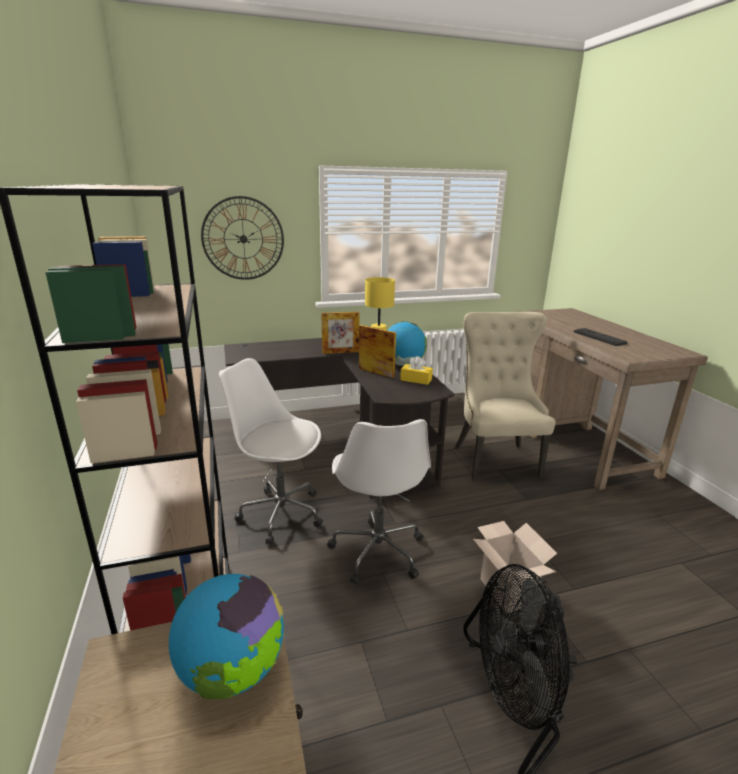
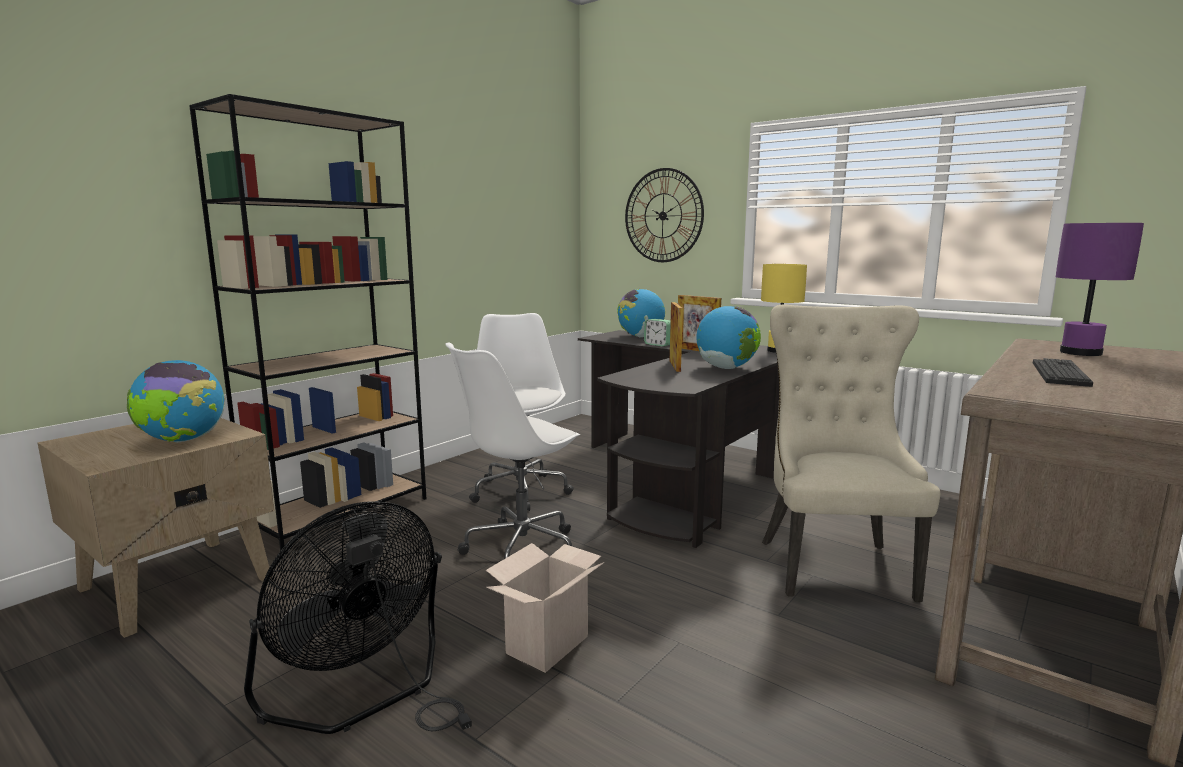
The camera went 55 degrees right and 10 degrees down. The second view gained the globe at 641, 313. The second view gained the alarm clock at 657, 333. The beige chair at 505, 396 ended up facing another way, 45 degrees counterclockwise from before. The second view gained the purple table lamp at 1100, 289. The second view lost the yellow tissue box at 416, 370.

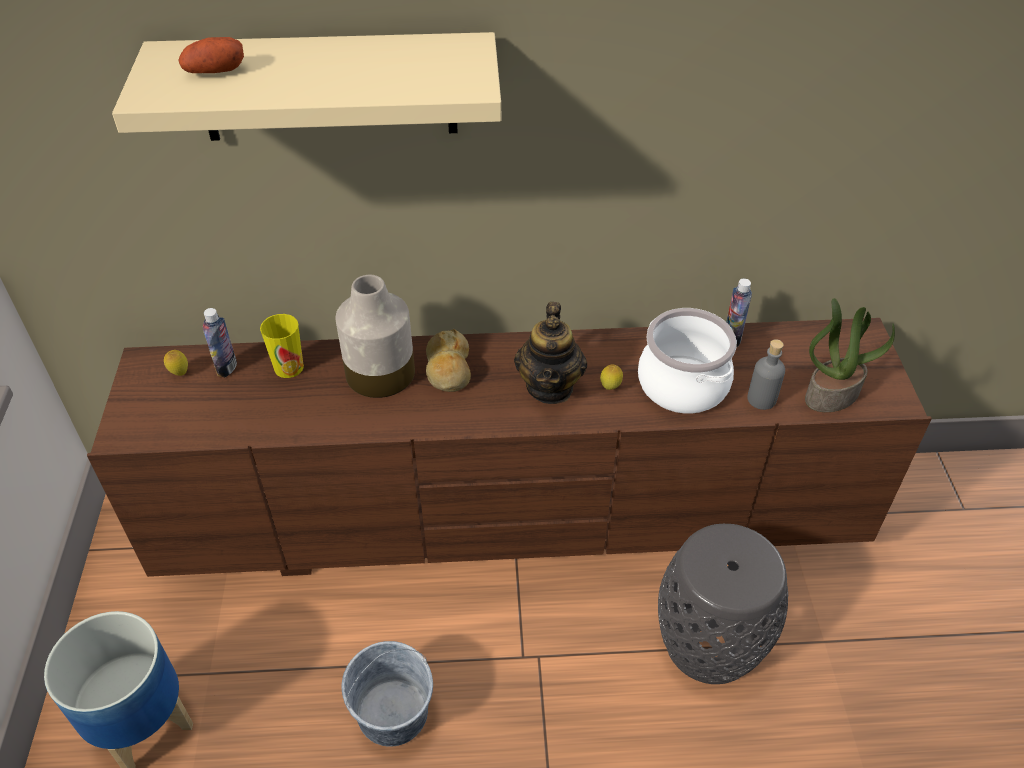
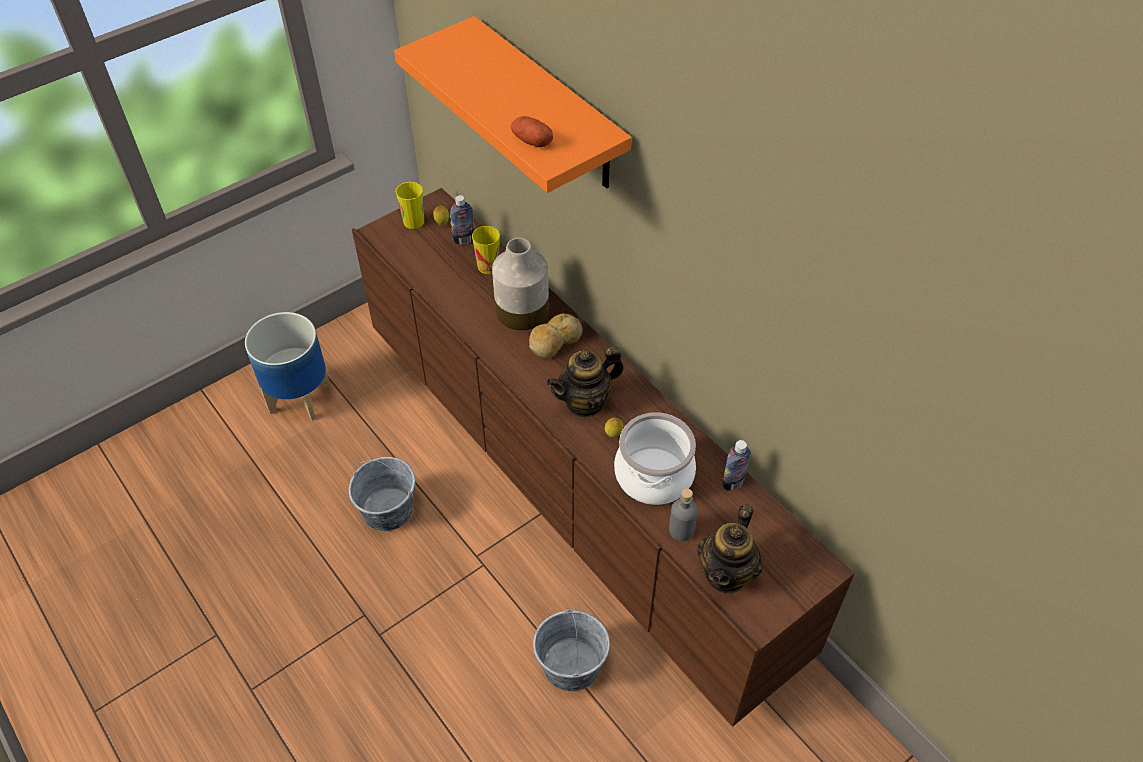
The camera went 55 degrees right and 5 degrees up. What was the beige shelf at 306, 86 turned into the orange shelf at 513, 104. The second view gained the cup at 410, 205. The potato ended up elsewhere, having gone from 211, 55 to 531, 131. Where the grey stool stood at 723, 604, the grey bucket came to stand at 571, 649. Where the potted plant stood at 850, 355, the teapot came to stand at 730, 549.

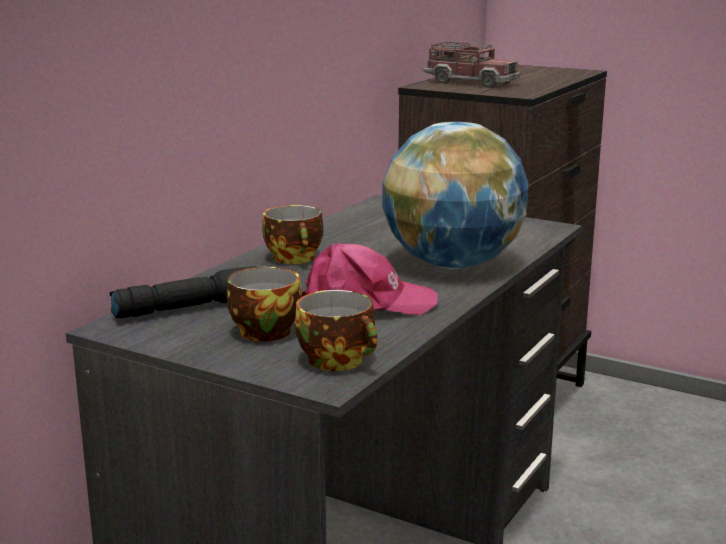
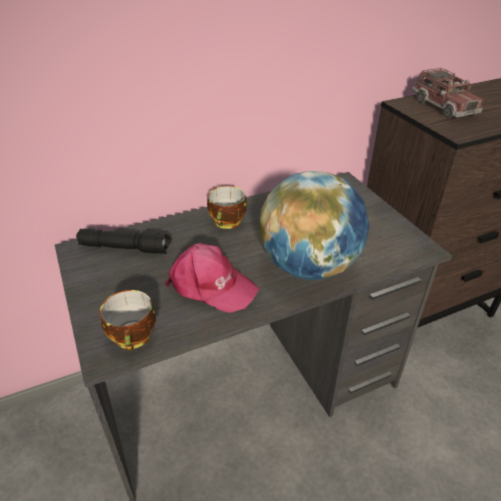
The camera went 35 degrees right and 20 degrees up. The second view lost the cup at 264, 304.

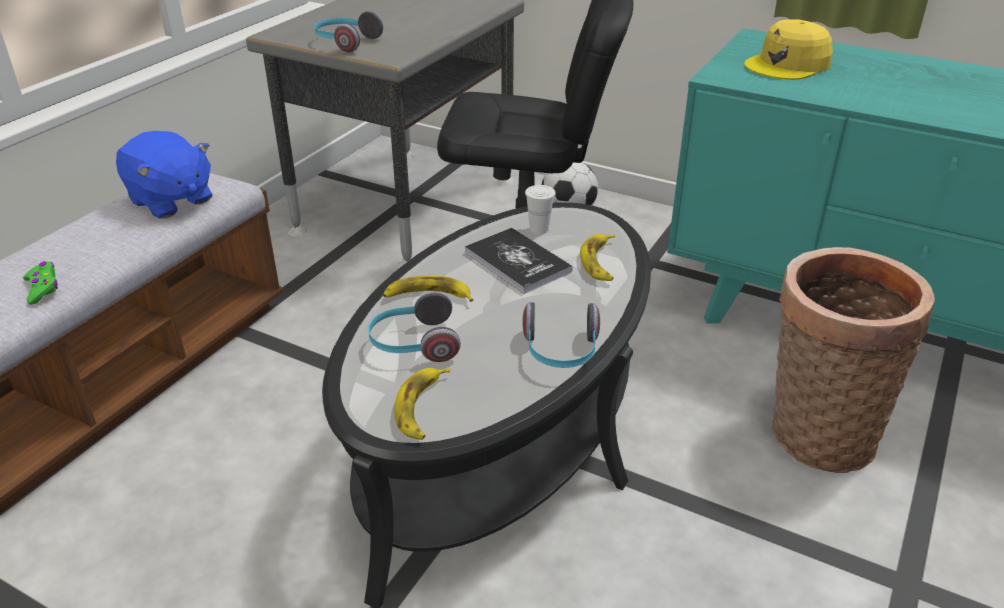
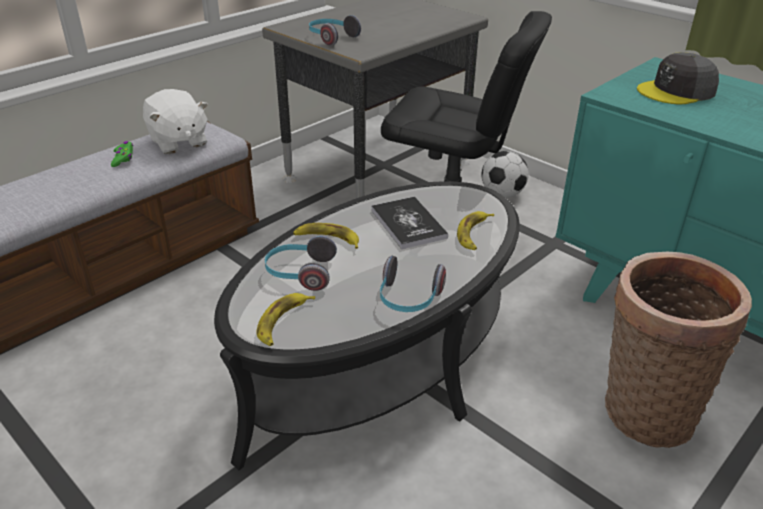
The camera went 15 degrees right and 0 degrees up. The green game controller ended up elsewhere, having gone from 40, 283 to 122, 154. What was the blue plush toy at 164, 175 turned into the white plush toy at 175, 121. What was the yellow cap at 788, 49 turned into the grey cap at 678, 78. The second view lost the white cup at 540, 209.

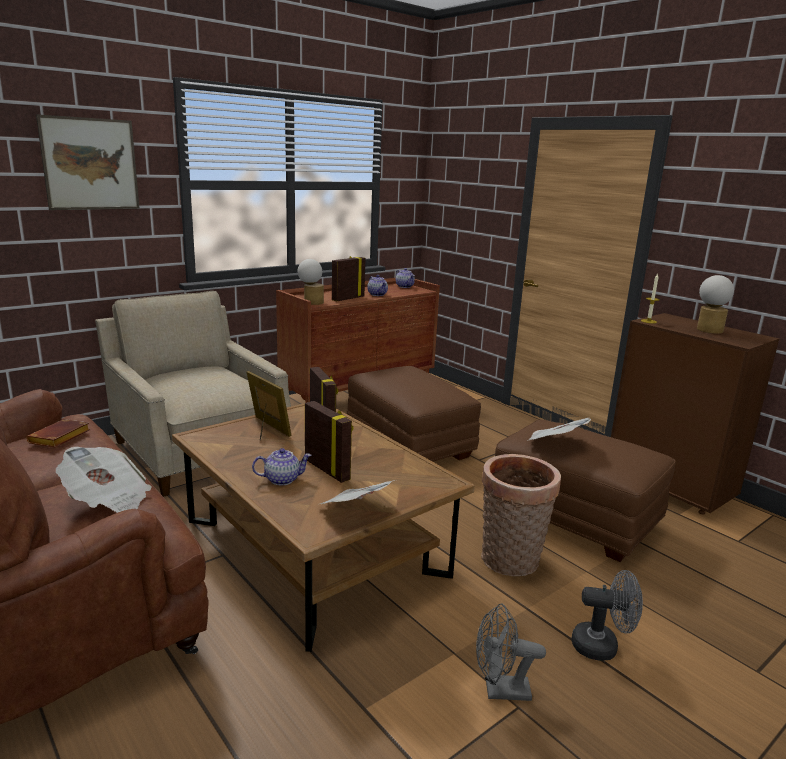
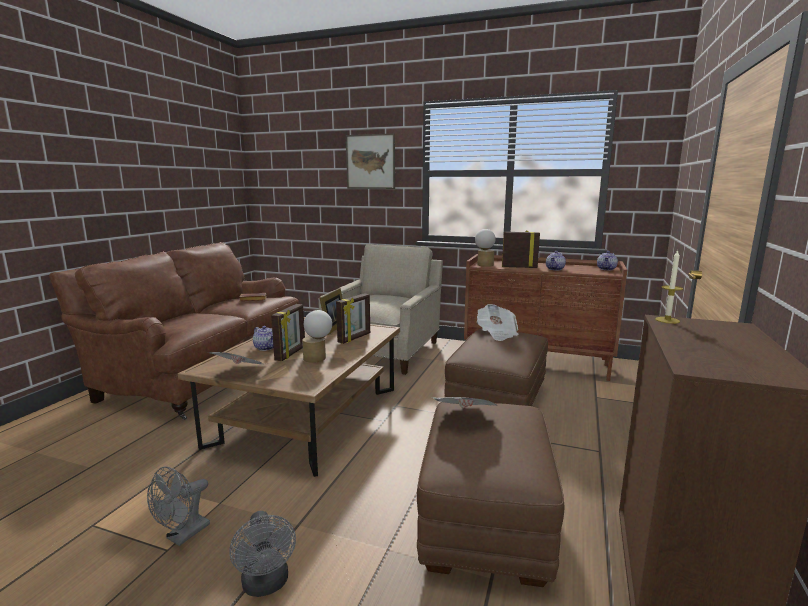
The camera went 60 degrees right and 5 degrees down. The grey fan at 511, 652 ended up facing another way, 120 degrees counterclockwise from before. The table lamp ended up elsewhere, having gone from 715, 304 to 317, 336. The newspaper ended up elsewhere, having gone from 104, 479 to 497, 322. The second view lost the basket at 521, 515.

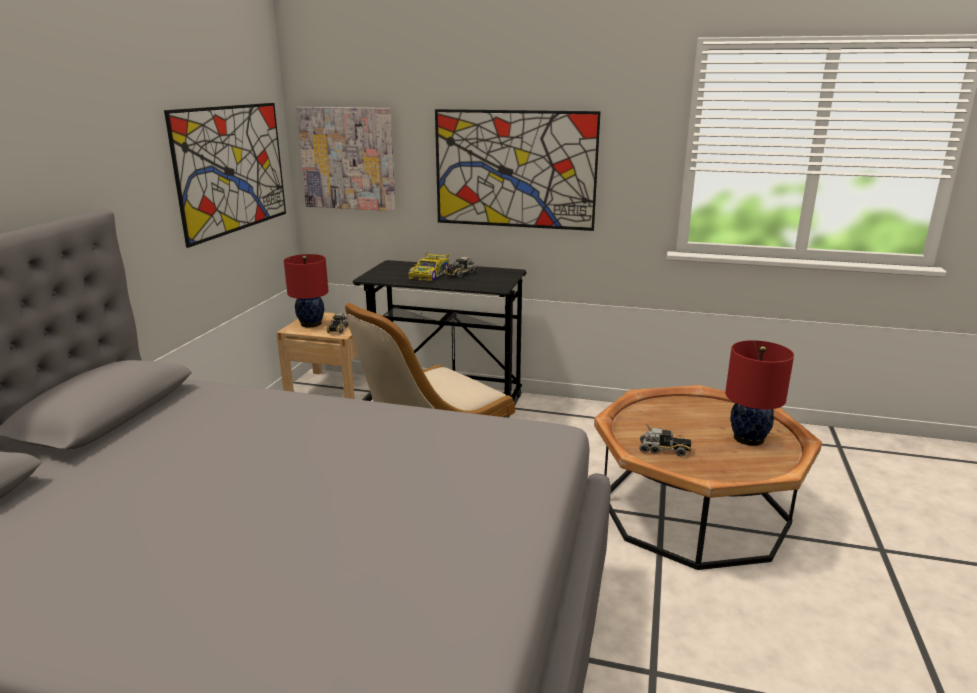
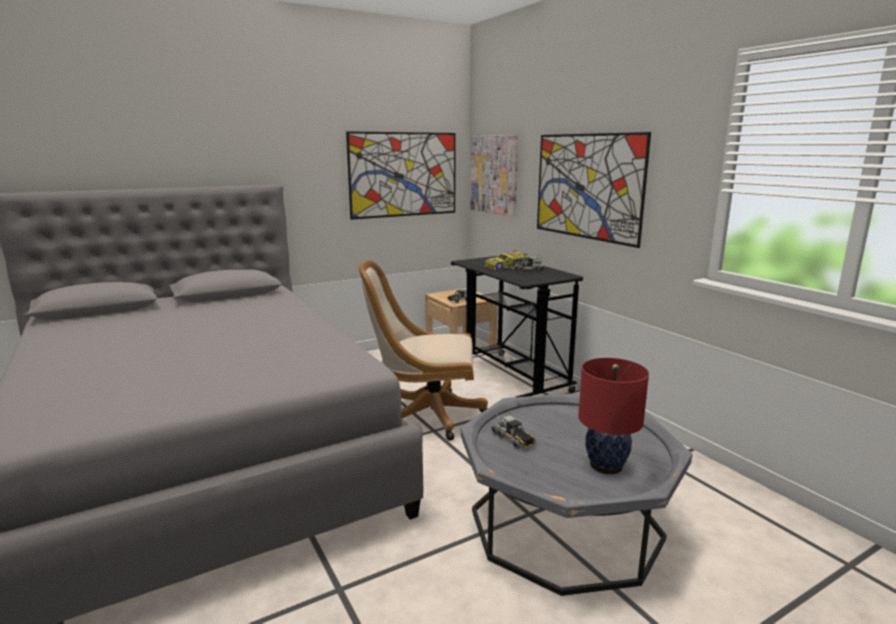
The camera went 45 degrees right and 5 degrees down. What was the brown coffee table at 708, 477 turned into the grey coffee table at 576, 494. The second view lost the red table lamp at 306, 290.

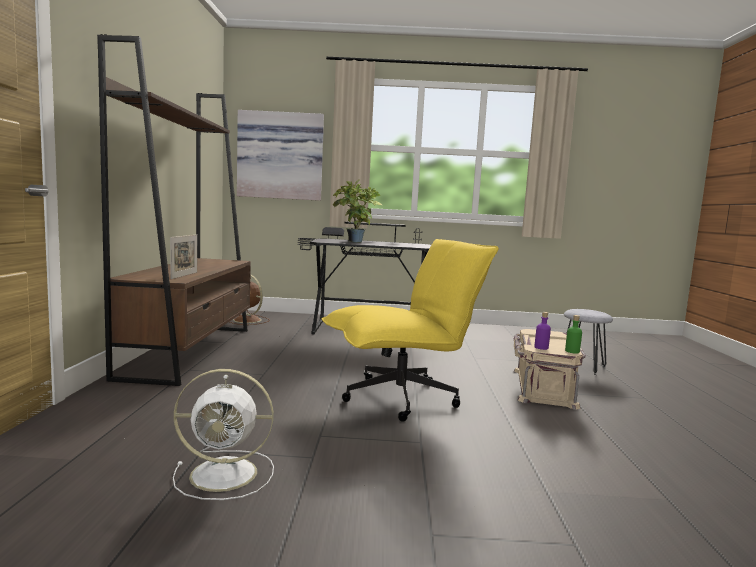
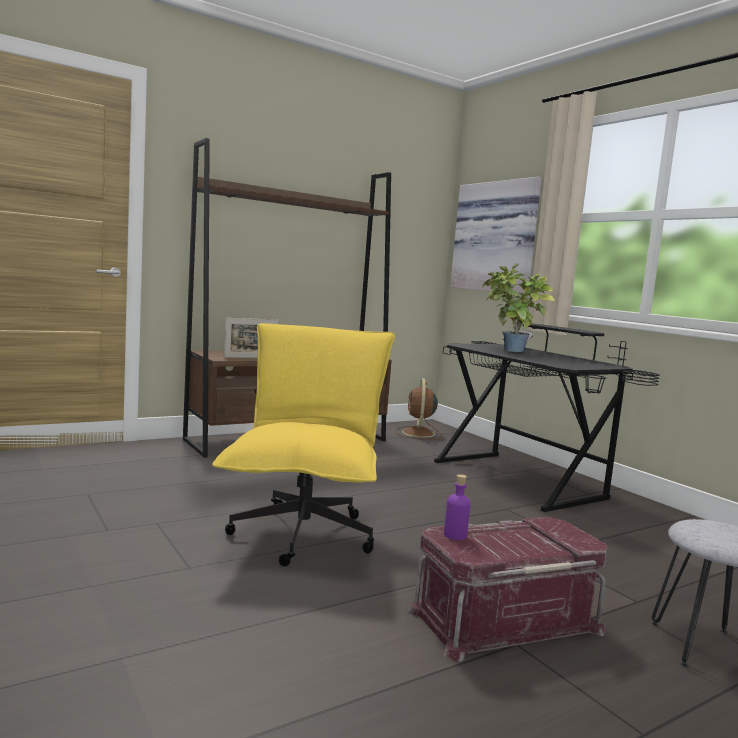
The camera went 55 degrees right and 0 degrees up. The yellow office chair at 410, 330 ended up facing another way, 120 degrees counterclockwise from before. What was the beige storage box at 549, 369 turned into the red storage box at 507, 589. The second view lost the white fan at 223, 434. The second view lost the green bottle at 573, 334.

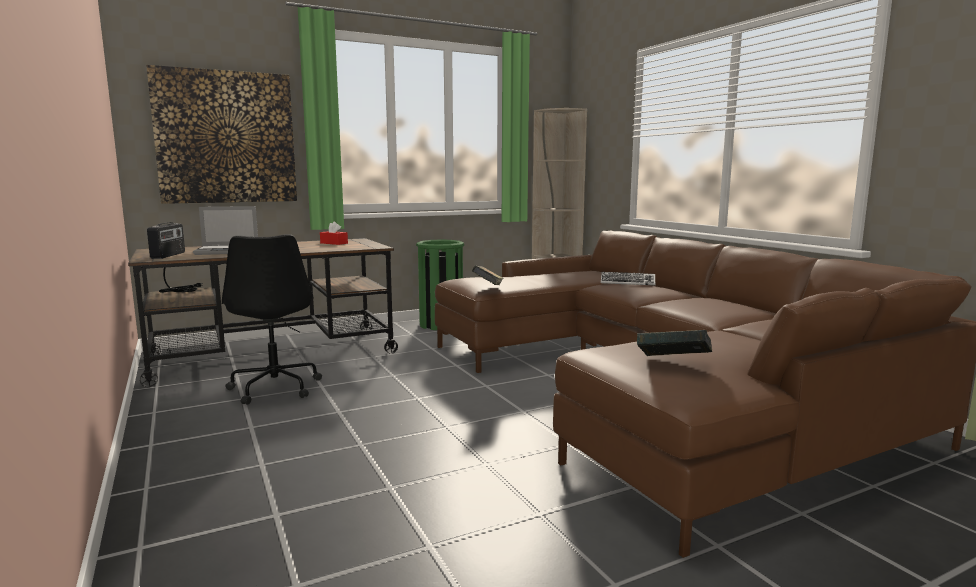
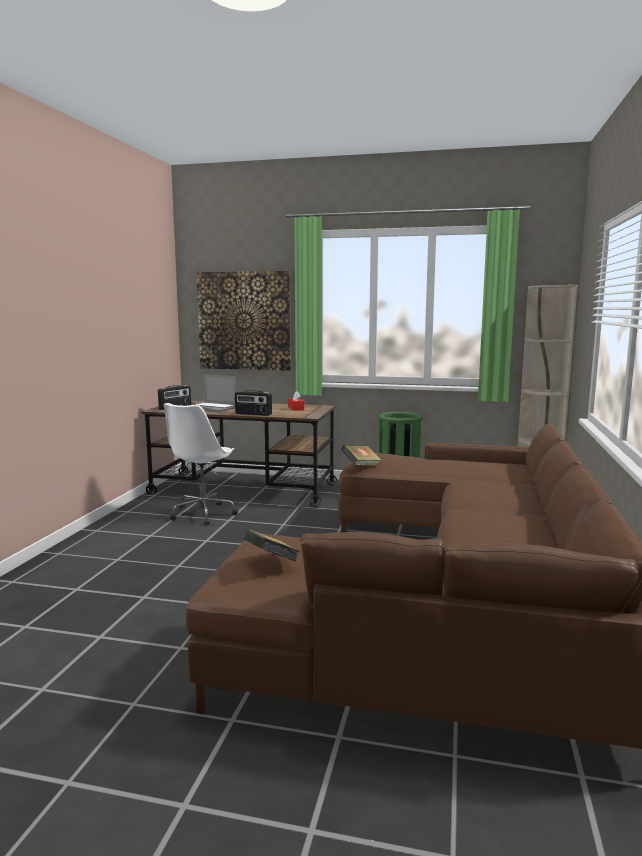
The camera went 40 degrees right and 0 degrees up. What was the black office chair at 272, 319 turned into the white office chair at 201, 464. The second view gained the radio at 253, 403. The second view lost the keyboard at 628, 278.

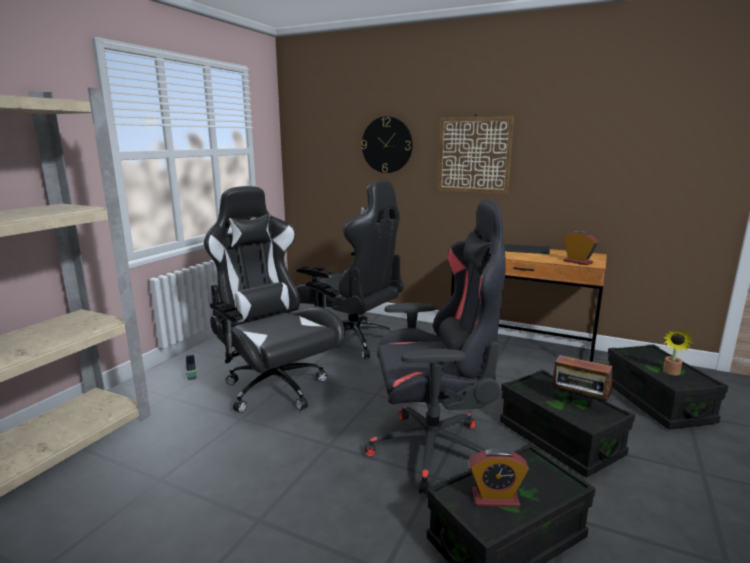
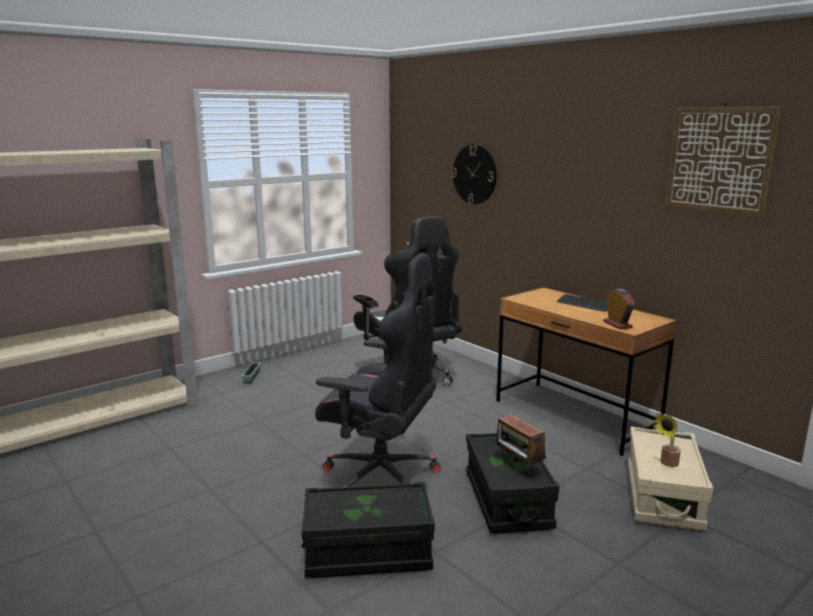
The camera went 25 degrees right and 0 degrees up. What was the black storage box at 668, 387 turned into the beige storage box at 670, 479. The picture ended up elsewhere, having gone from 476, 154 to 723, 160. The second view lost the black office chair at 274, 299. The second view lost the alarm clock at 498, 477.

